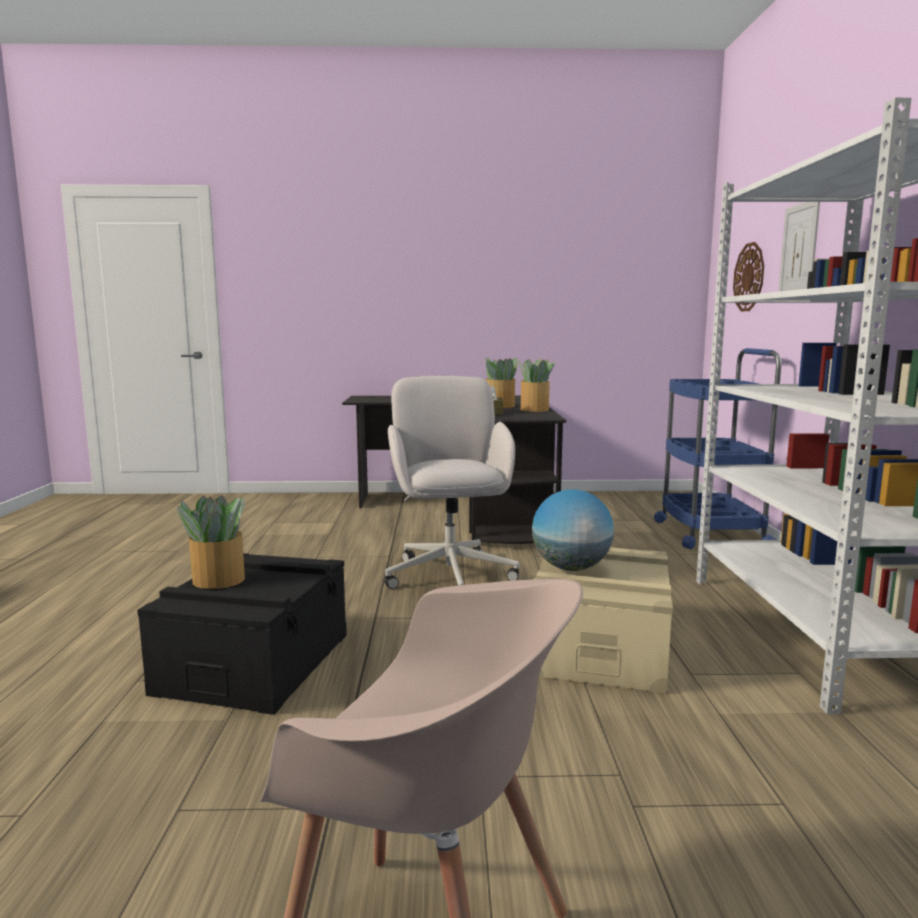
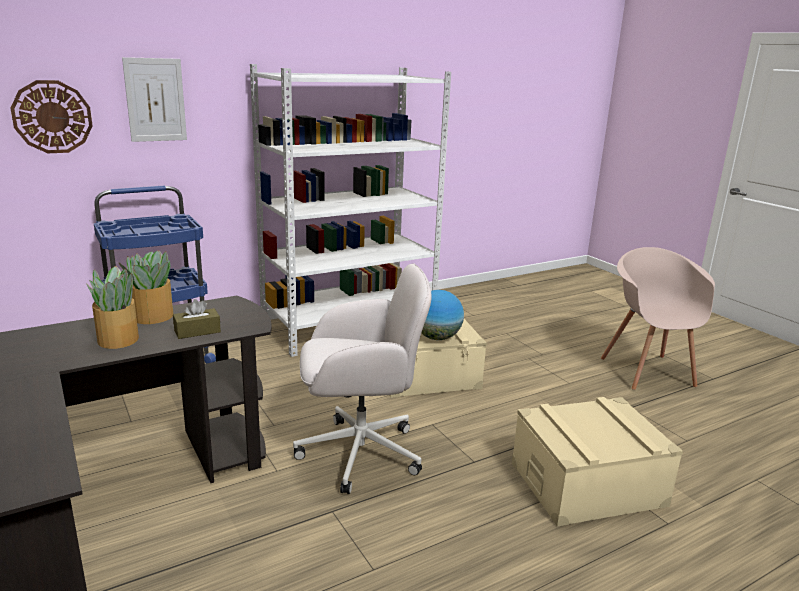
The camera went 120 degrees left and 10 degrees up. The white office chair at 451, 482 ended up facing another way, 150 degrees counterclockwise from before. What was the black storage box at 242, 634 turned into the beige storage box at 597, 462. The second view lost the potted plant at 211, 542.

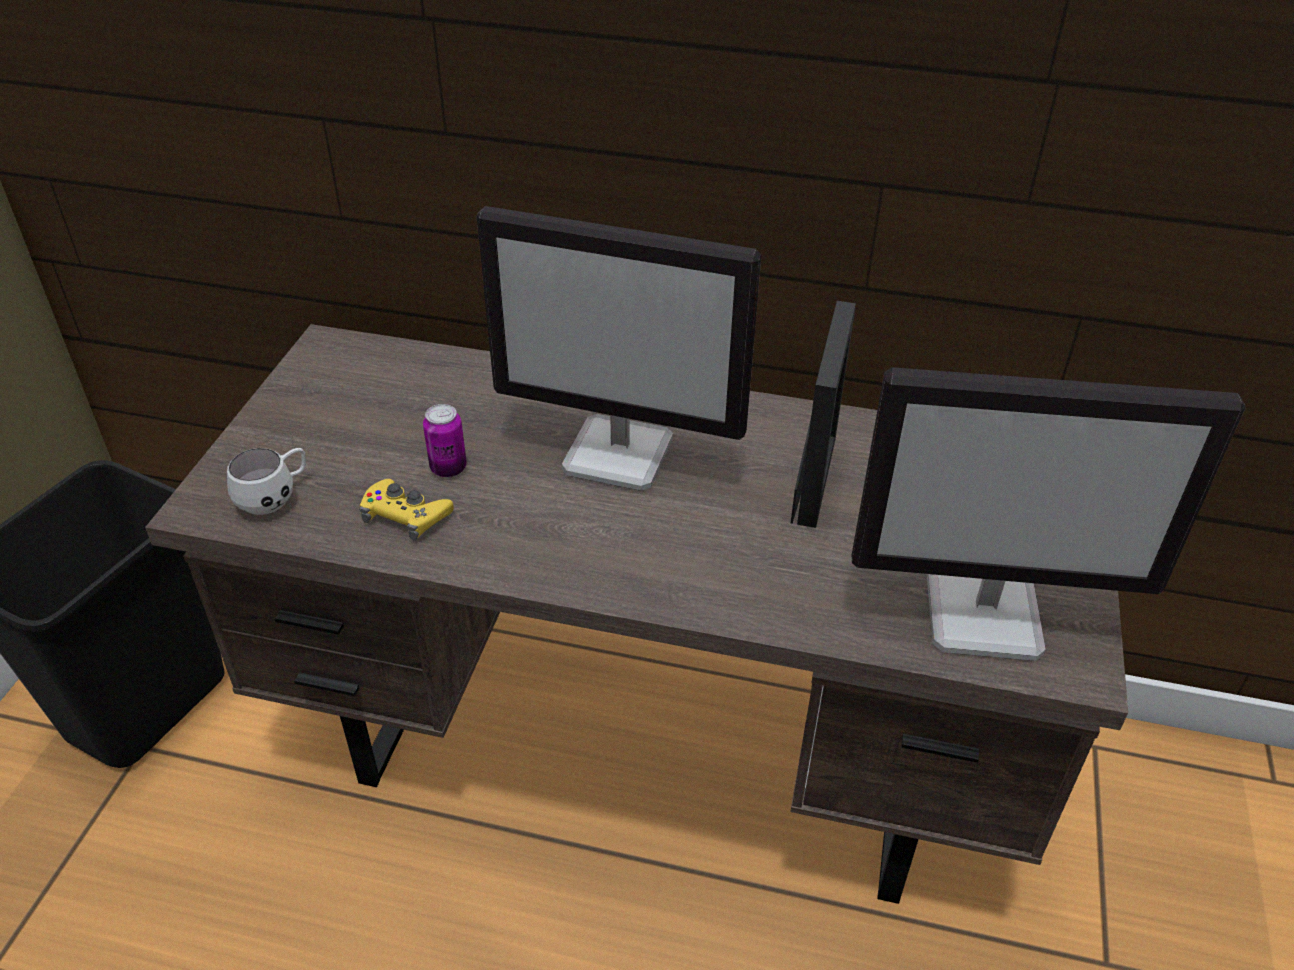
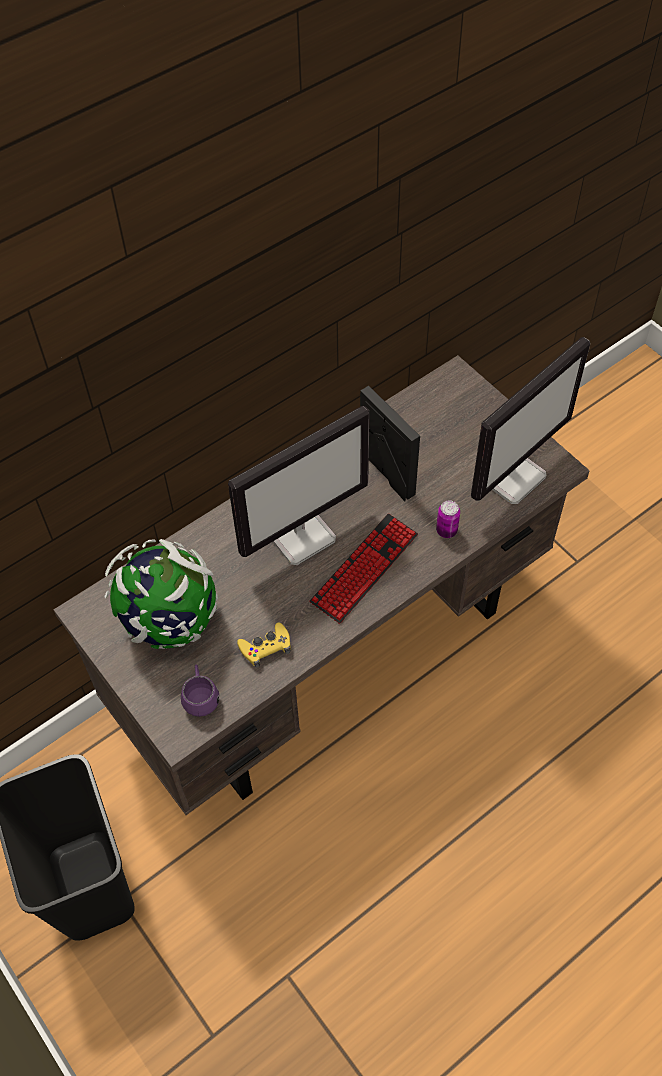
The camera went 50 degrees left and 15 degrees up. The second view gained the globe at 161, 594. What was the white mug at 266, 481 turned into the purple mug at 200, 690. The second view gained the keyboard at 364, 569. The can ended up elsewhere, having gone from 445, 440 to 448, 519.

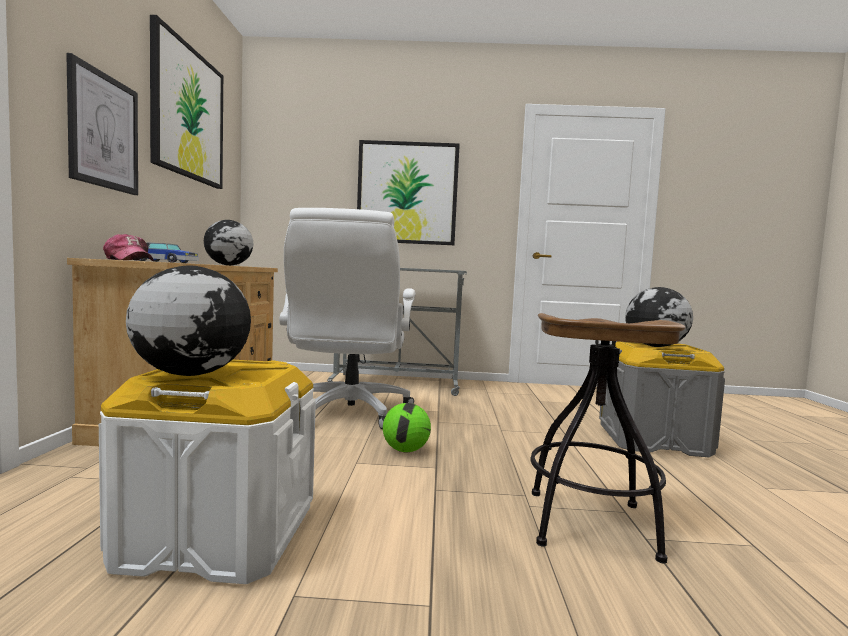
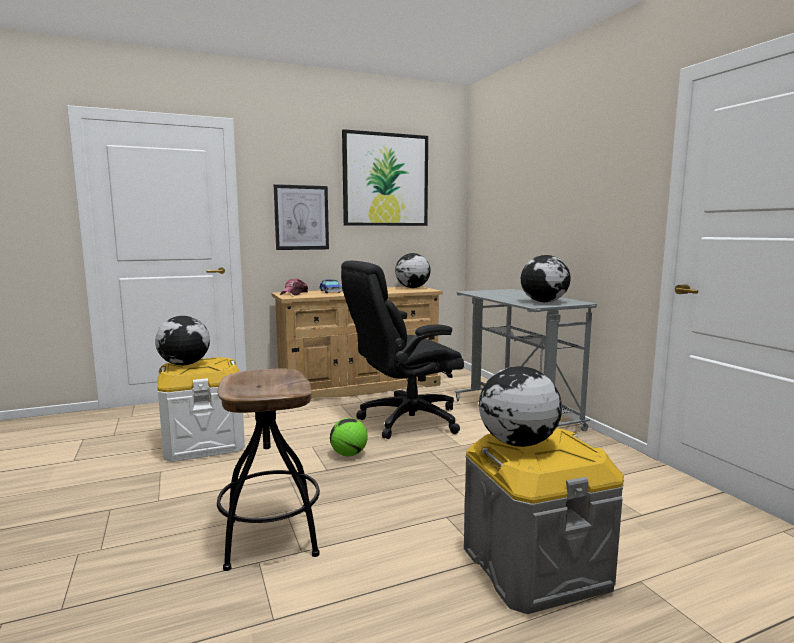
The camera went 65 degrees right and 5 degrees up. What was the white office chair at 347, 318 turned into the black office chair at 402, 350. The second view gained the globe at 546, 278. The second view lost the picture at 408, 192.

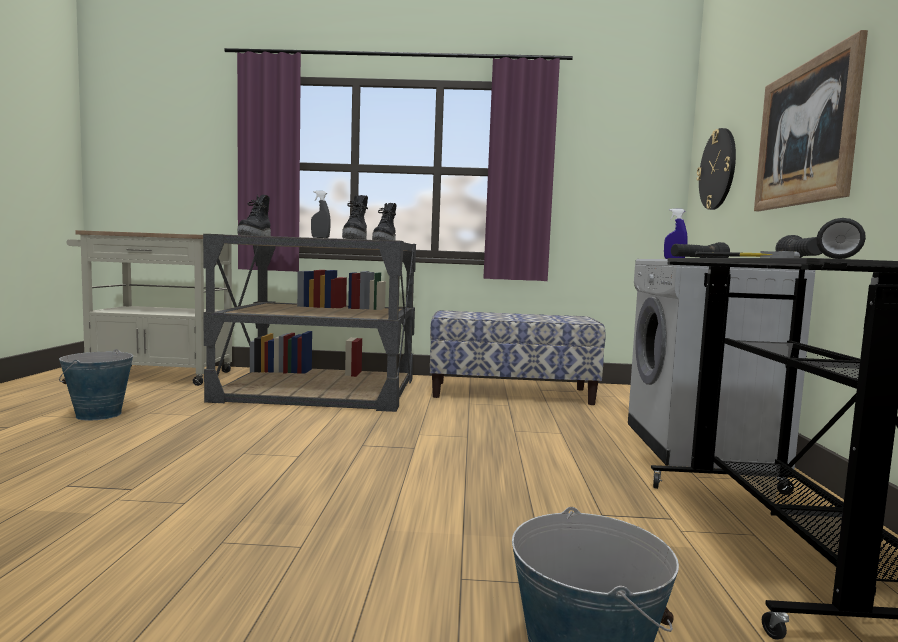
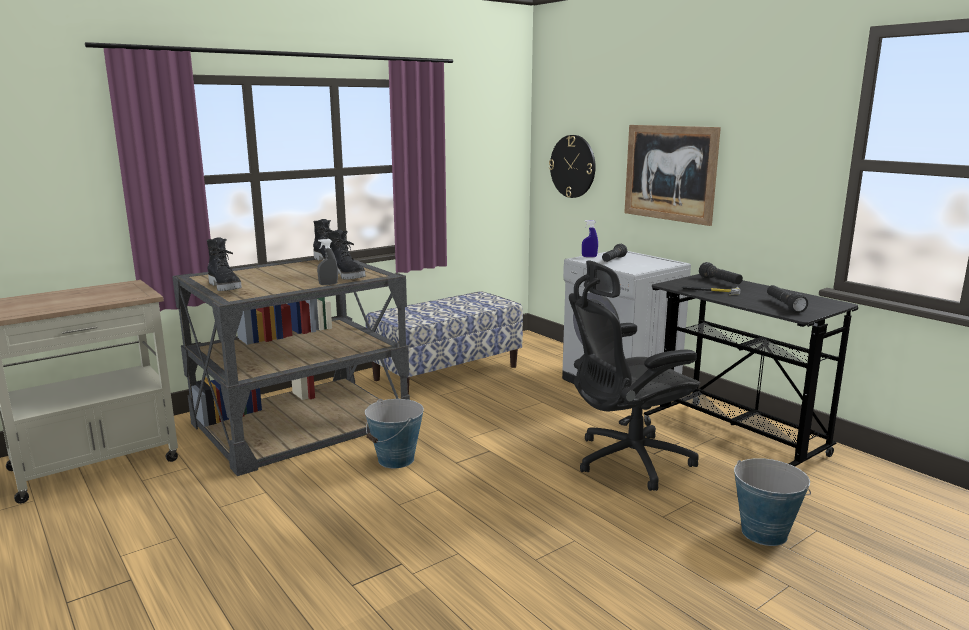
The camera went 40 degrees left and 10 degrees up. The bucket ended up elsewhere, having gone from 96, 384 to 394, 433. The second view gained the office chair at 634, 375.

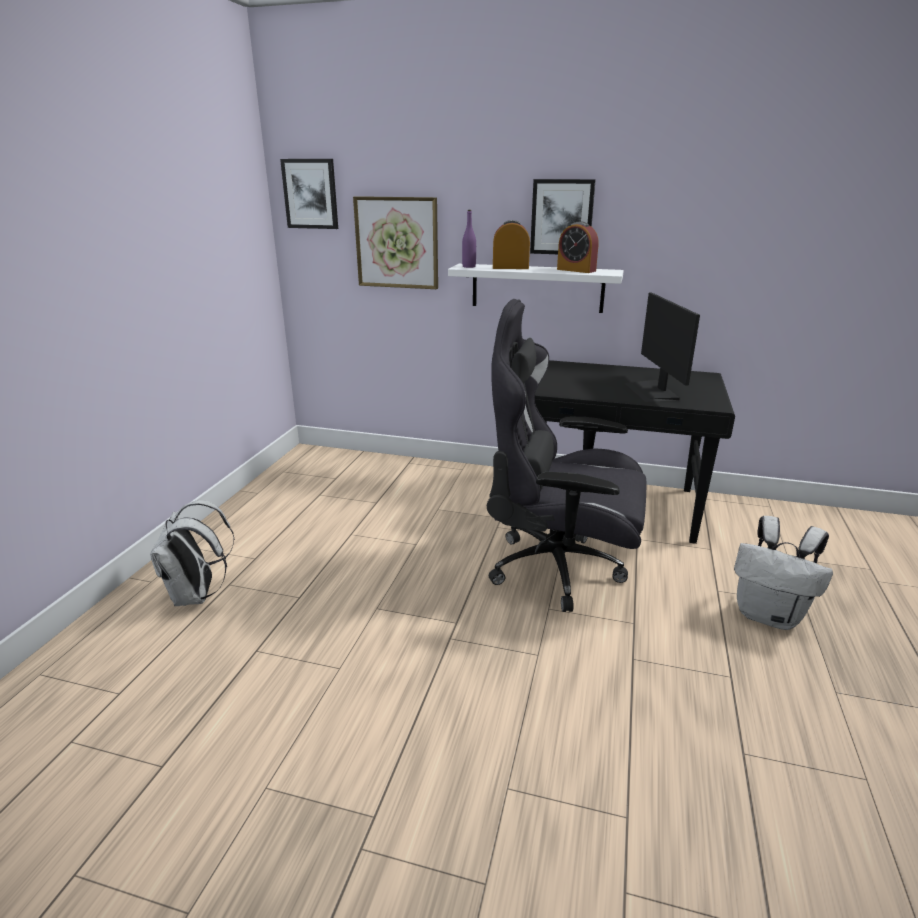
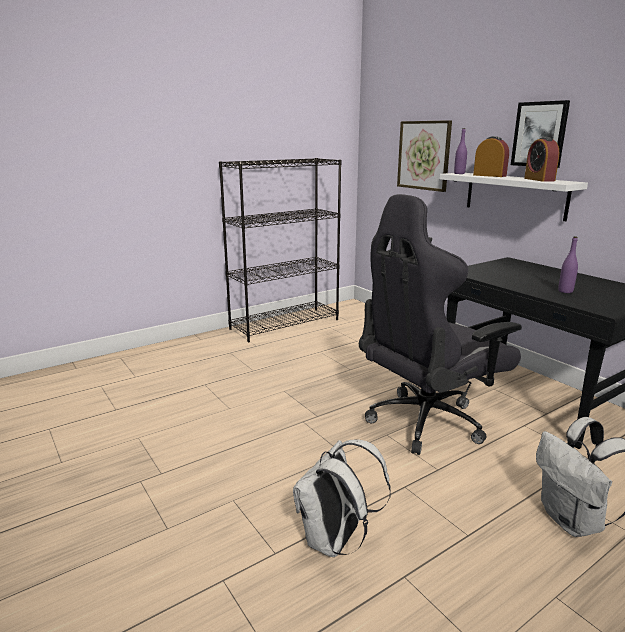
The camera went 40 degrees right and 5 degrees down. The second view gained the black bookcase at 280, 250. The white backpack ended up elsewhere, having gone from 192, 553 to 342, 498. The black office chair at 566, 455 ended up facing another way, 90 degrees counterclockwise from before. Where the monitor stood at 662, 347, the purple bottle came to stand at 568, 264. The second view lost the picture at 309, 194.

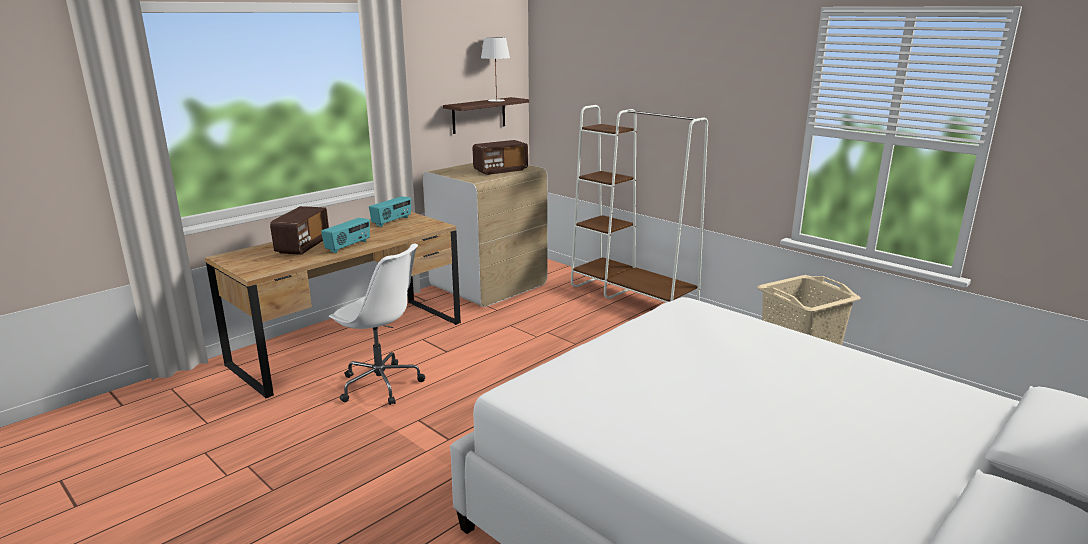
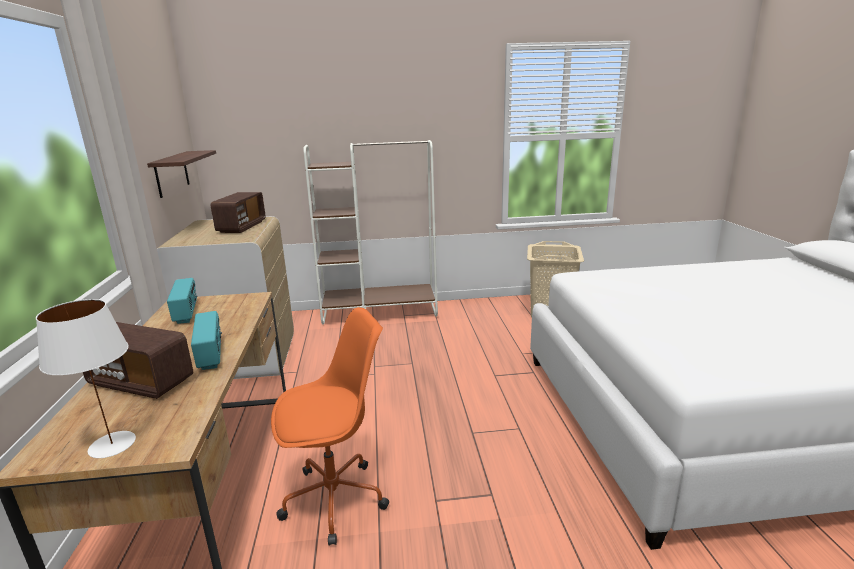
The camera went 50 degrees left and 0 degrees up. The white table lamp ended up elsewhere, having gone from 495, 69 to 86, 378. The radio at 299, 230 ended up facing another way, 150 degrees clockwise from before. What was the white office chair at 377, 324 turned into the orange office chair at 330, 426.

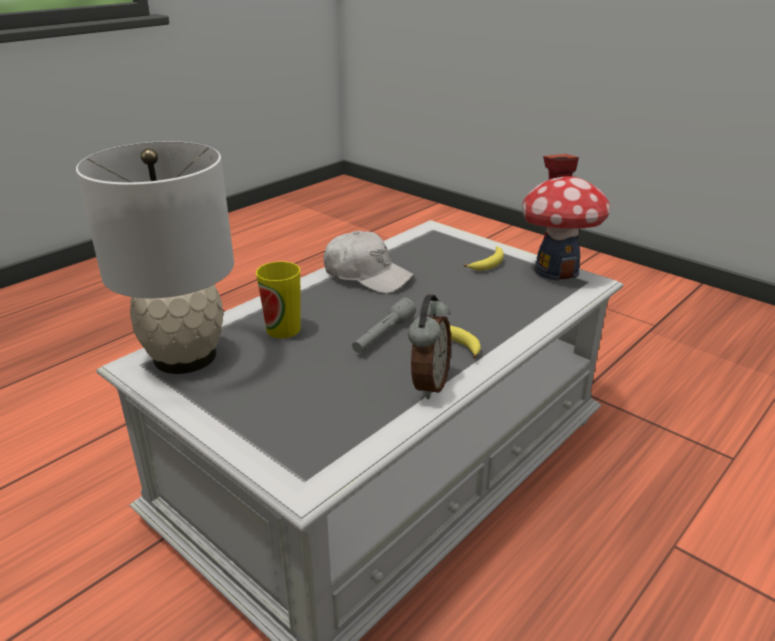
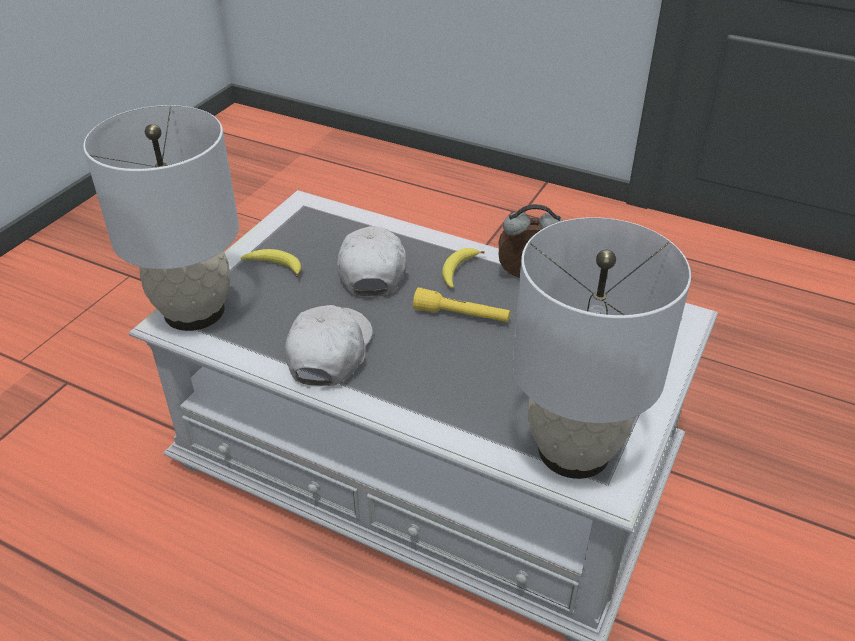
The camera went 105 degrees left and 10 degrees up. The second view gained the white table lamp at 161, 218. The second view gained the white cap at 372, 261. What was the grey flashlight at 384, 325 turned into the yellow flashlight at 461, 304. The second view lost the cup at 278, 299. The second view lost the toy house at 566, 217.

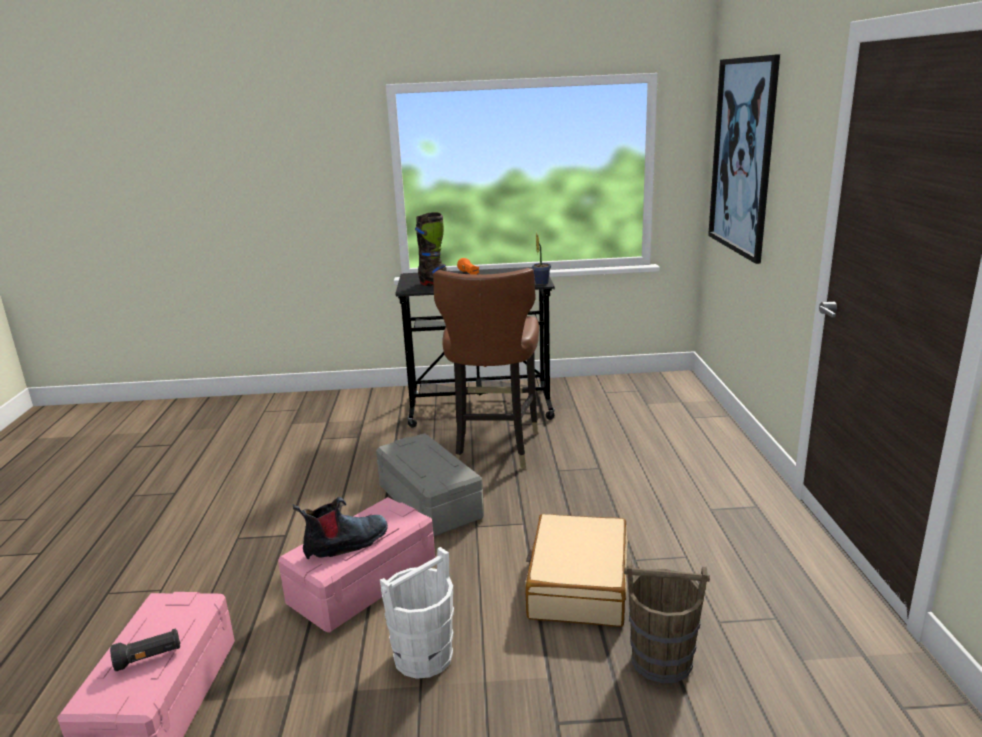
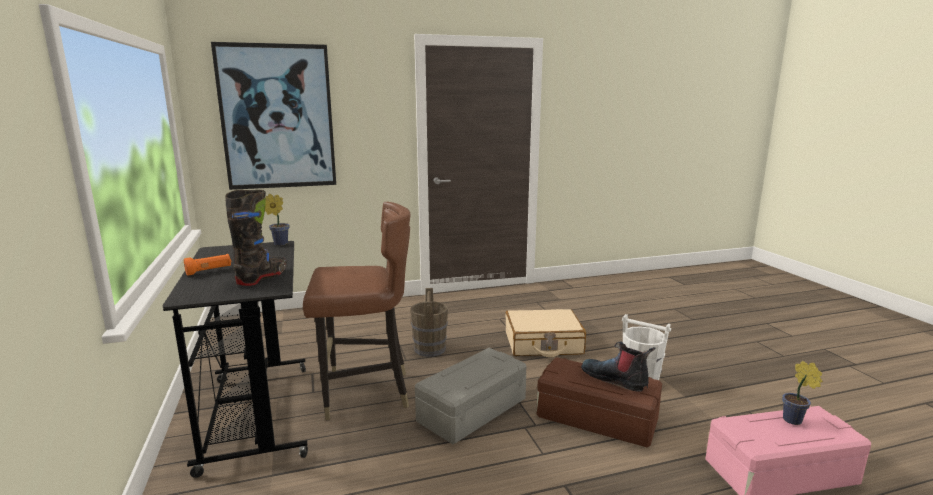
The camera went 105 degrees left and 5 degrees down. The brown bucket ended up elsewhere, having gone from 667, 621 to 429, 322. What was the pink storage box at 356, 565 turned into the brown storage box at 599, 402. Where the black flashlight stood at 145, 649, the potted plant came to stand at 802, 393.

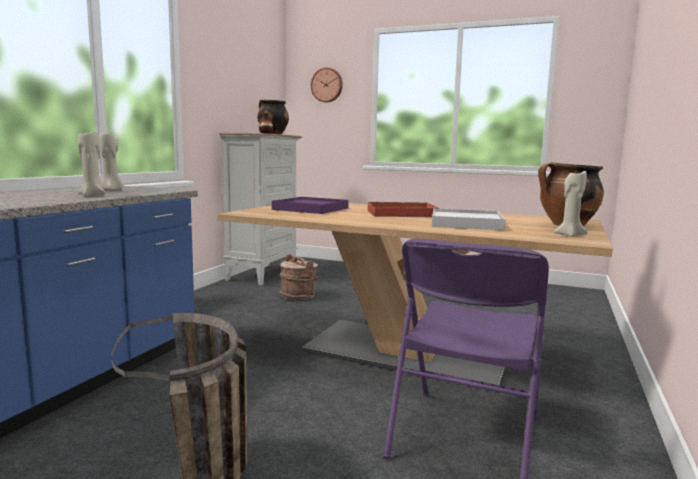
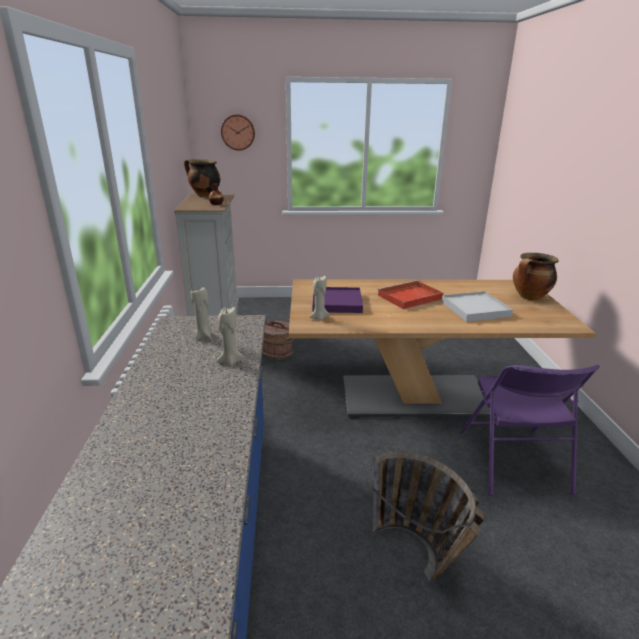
The camera went 25 degrees left and 15 degrees up. The beige candle ended up elsewhere, having gone from 571, 204 to 319, 298.

